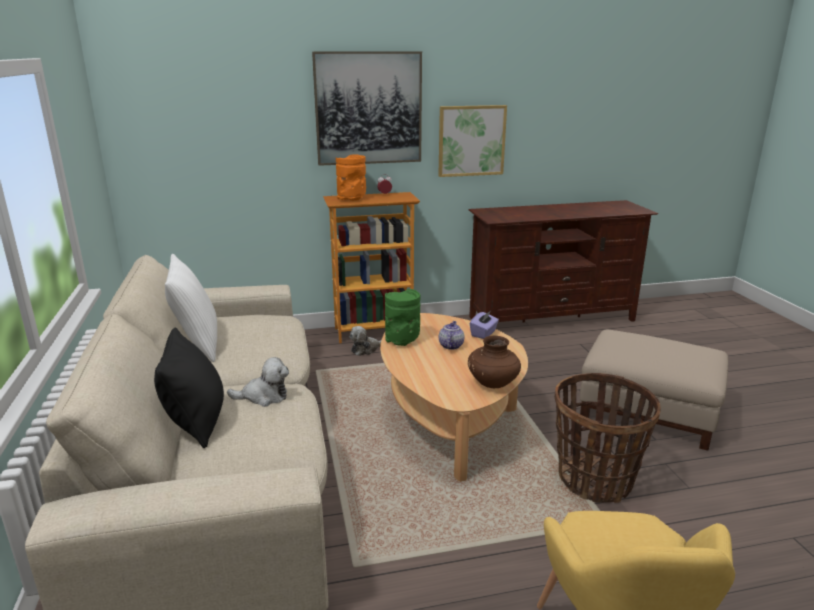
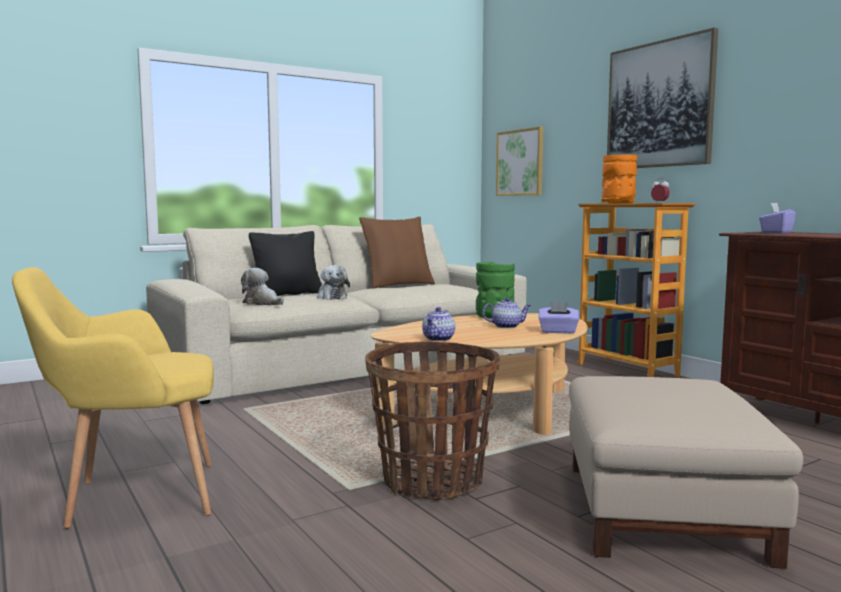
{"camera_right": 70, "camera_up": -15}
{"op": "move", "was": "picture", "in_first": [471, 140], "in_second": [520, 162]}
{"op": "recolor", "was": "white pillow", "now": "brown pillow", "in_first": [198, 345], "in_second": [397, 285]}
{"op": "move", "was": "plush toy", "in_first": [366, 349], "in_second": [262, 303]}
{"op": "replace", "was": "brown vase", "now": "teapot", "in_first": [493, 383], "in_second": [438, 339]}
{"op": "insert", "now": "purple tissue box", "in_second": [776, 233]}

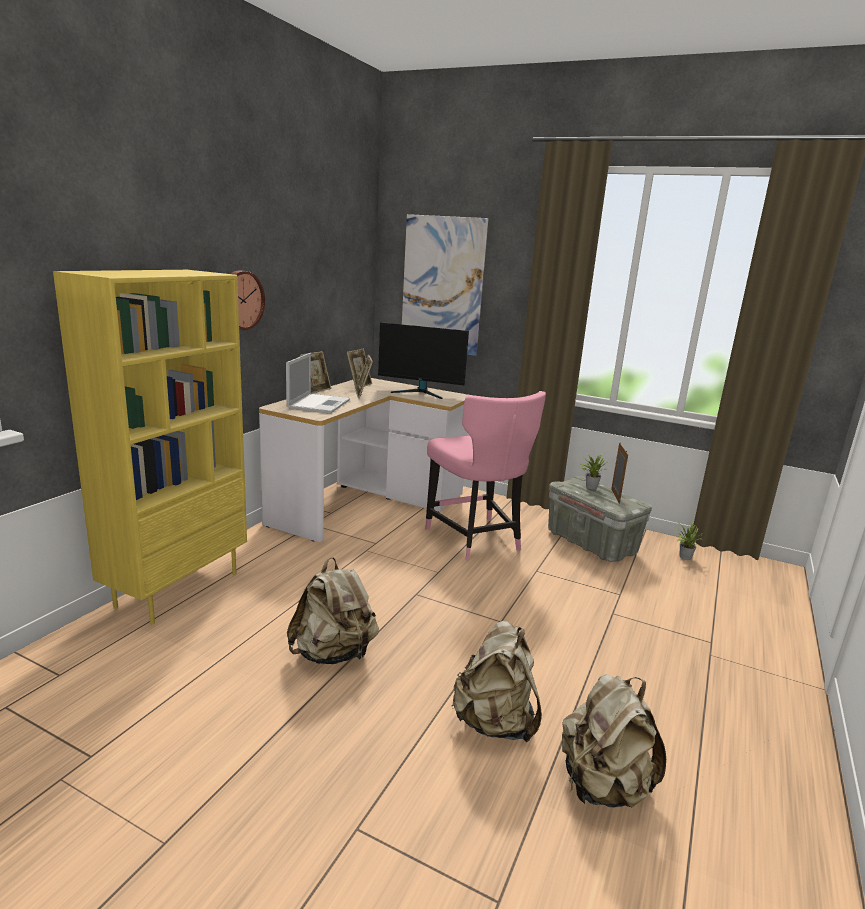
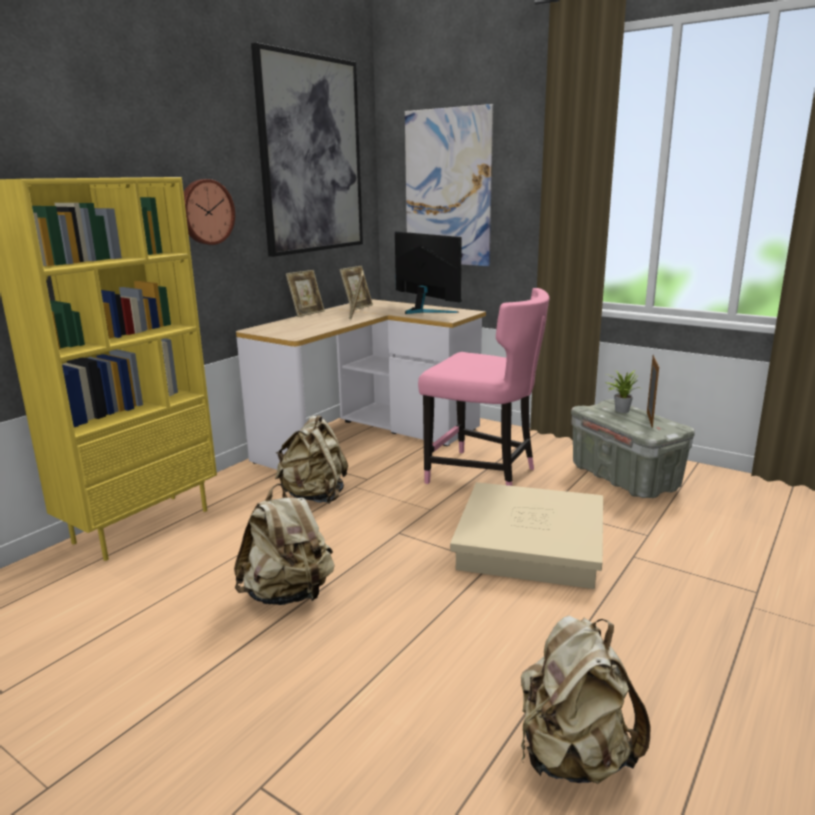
{"camera_right": 10, "camera_up": 0}
{"op": "rotate", "was": "monitor", "in_first": [420, 392], "in_second": [424, 310], "clockwise": -150}
{"op": "delete", "was": "laptop", "in_first": [319, 404]}
{"op": "rotate", "was": "pink chair", "in_first": [475, 539], "in_second": [483, 474], "clockwise": -45}
{"op": "delete", "was": "potted plant", "in_first": [683, 557]}
{"op": "move", "was": "beige backpack", "in_first": [494, 722], "in_second": [314, 496]}
{"op": "insert", "now": "picture", "in_second": [311, 156]}
{"op": "insert", "now": "beige storage box", "in_second": [530, 544]}

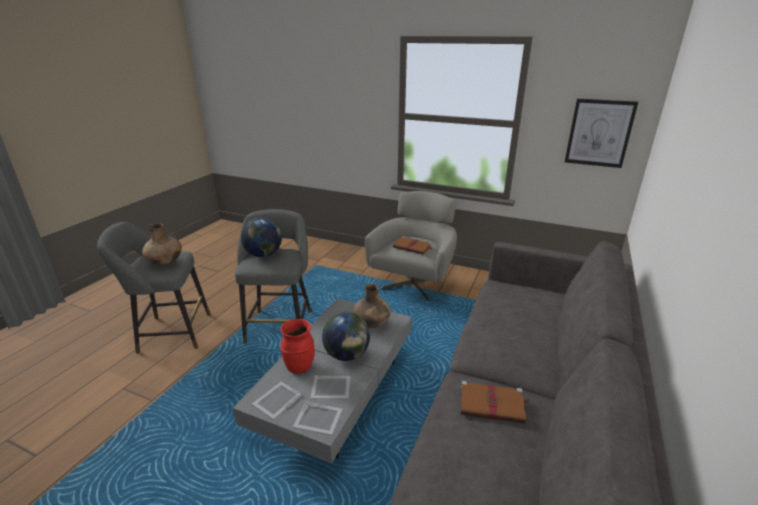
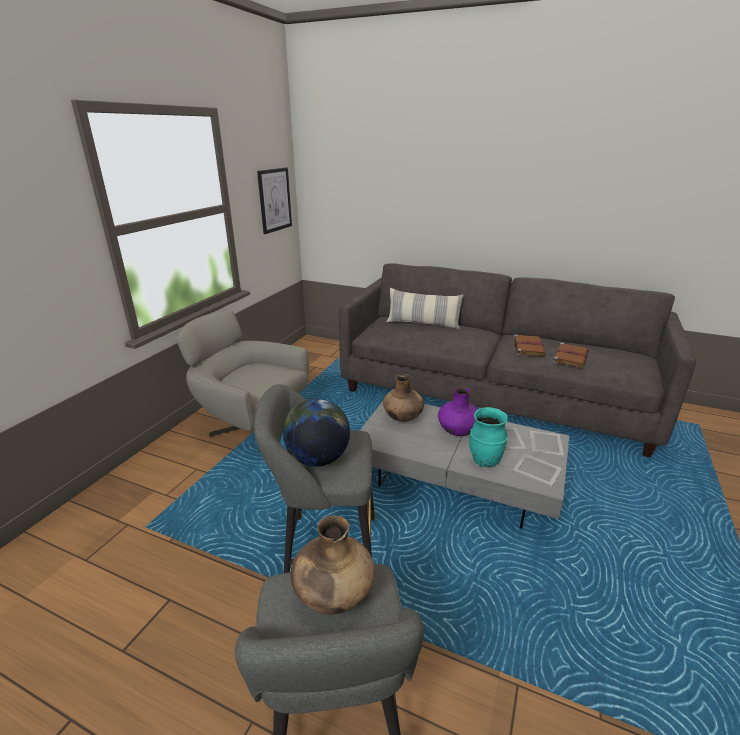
{"camera_right": -90, "camera_up": 0}
{"op": "move", "was": "brown book", "in_first": [412, 247], "in_second": [570, 356]}
{"op": "replace", "was": "globe", "now": "purple vase", "in_first": [347, 355], "in_second": [458, 431]}
{"op": "recolor", "was": "red vase", "now": "turquoise vase", "in_first": [299, 366], "in_second": [485, 460]}
{"op": "insert", "now": "pillow", "in_second": [423, 324]}

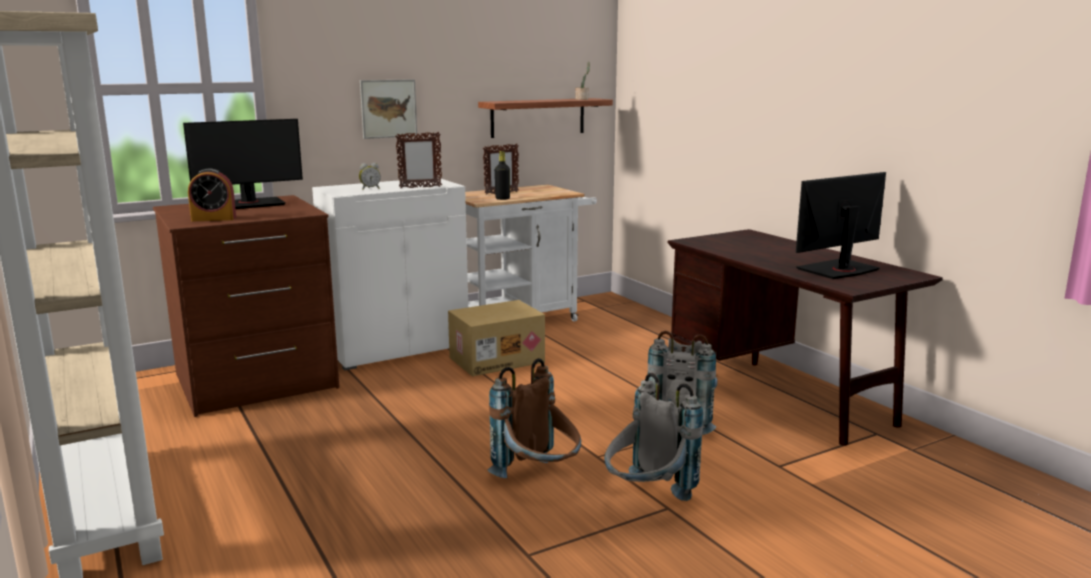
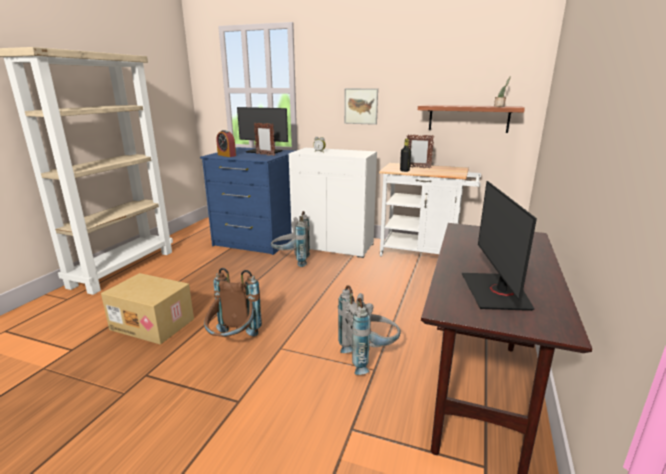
{"camera_right": 50, "camera_up": 5}
{"op": "move", "was": "picture frame", "in_first": [420, 187], "in_second": [265, 155]}
{"op": "rotate", "was": "monitor", "in_first": [838, 270], "in_second": [496, 292], "clockwise": -105}
{"op": "recolor", "was": "brown dresser", "now": "blue dresser", "in_first": [256, 382], "in_second": [257, 240]}
{"op": "move", "was": "cardboard box", "in_first": [497, 359], "in_second": [154, 324]}
{"op": "move", "was": "grey backpack", "in_first": [647, 499], "in_second": [291, 261]}

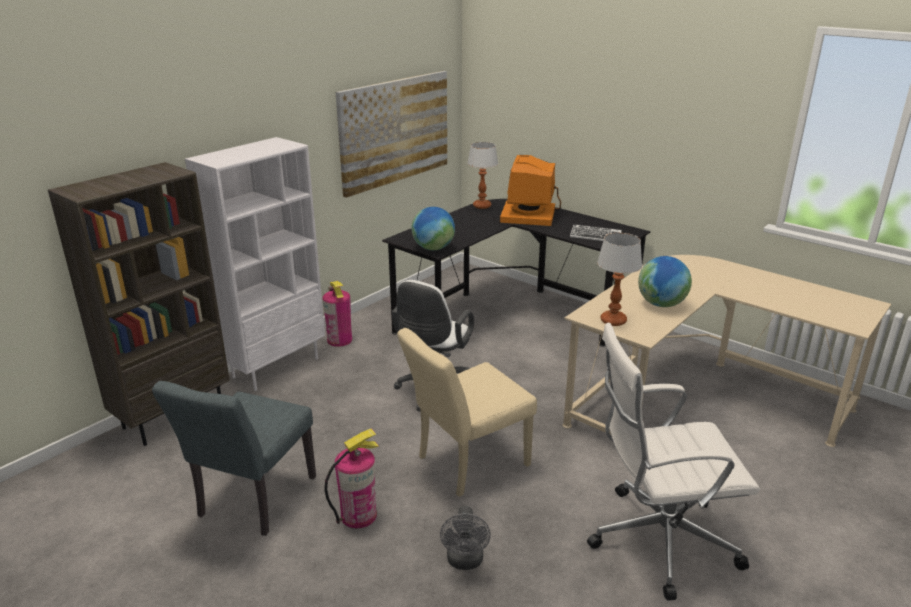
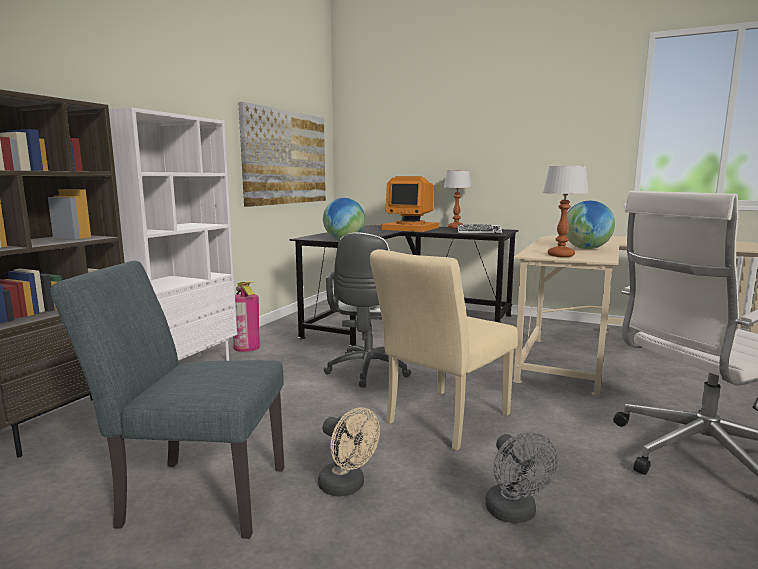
{"camera_right": -15, "camera_up": -15}
{"op": "move", "was": "table lamp", "in_first": [482, 206], "in_second": [456, 228]}
{"op": "rotate", "was": "monitor", "in_first": [529, 215], "in_second": [411, 228], "clockwise": -60}
{"op": "rotate", "was": "grey chair", "in_first": [252, 502], "in_second": [193, 495], "clockwise": 90}
{"op": "replace", "was": "fire extinguisher", "now": "beige fan", "in_first": [358, 515], "in_second": [347, 487]}

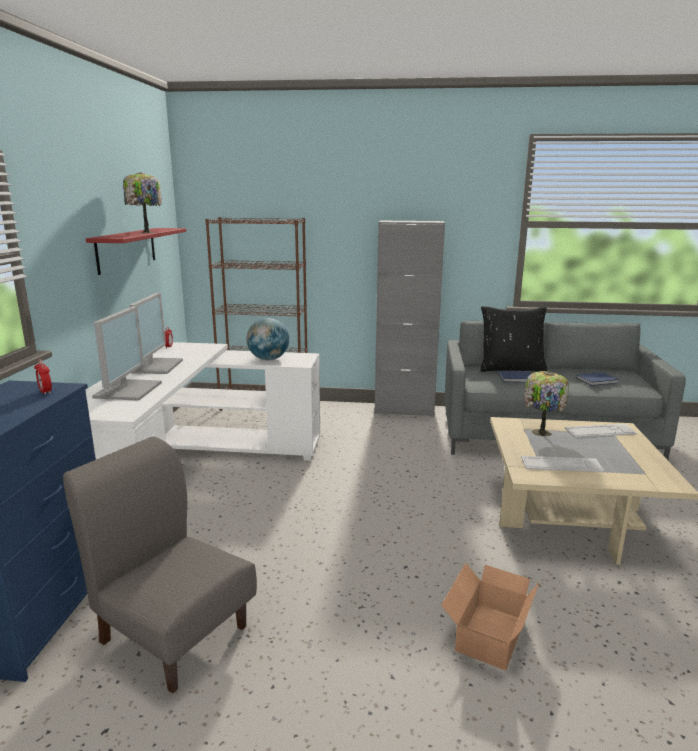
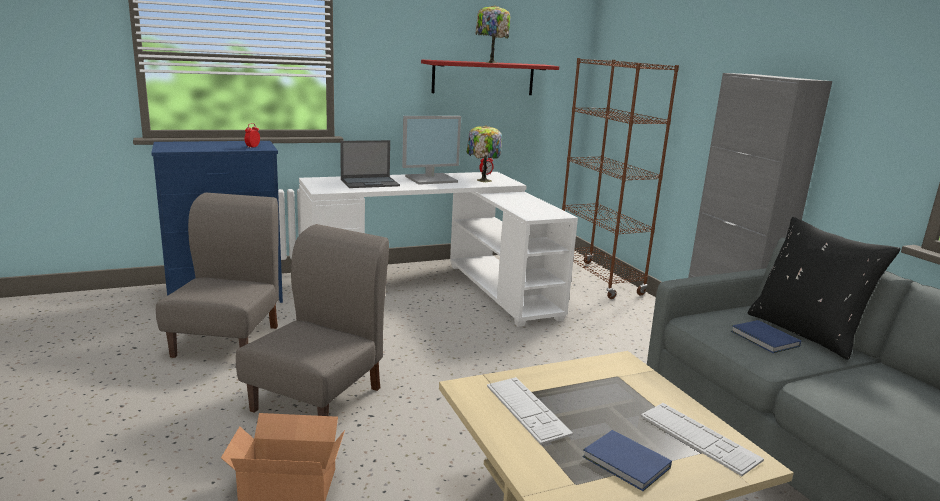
{"camera_right": 60, "camera_up": 0}
{"op": "replace", "was": "monitor", "now": "laptop", "in_first": [128, 390], "in_second": [370, 183]}
{"op": "delete", "was": "globe", "in_first": [268, 359]}
{"op": "move", "was": "table lamp", "in_first": [540, 433], "in_second": [482, 180]}
{"op": "move", "was": "blue book", "in_first": [598, 380], "in_second": [627, 464]}
{"op": "insert", "now": "grey chair", "in_second": [319, 398]}

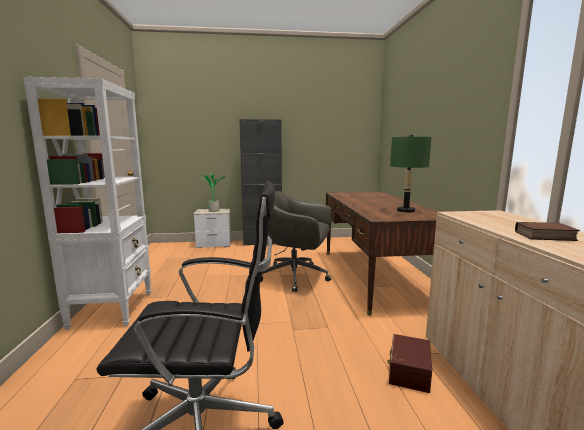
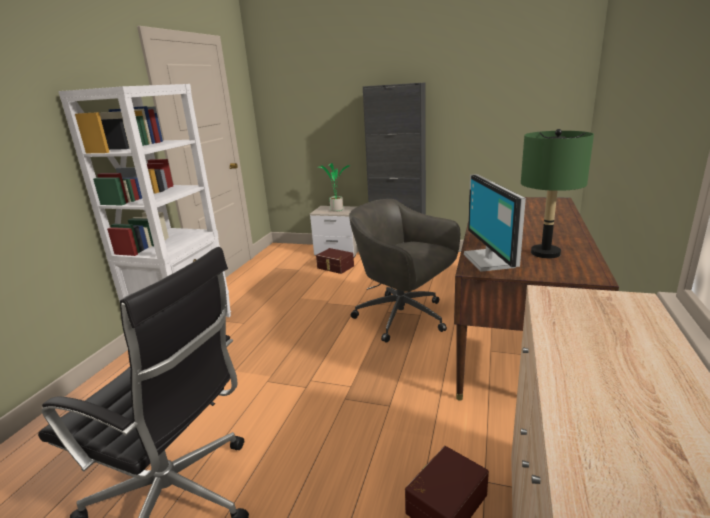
{"camera_right": 25, "camera_up": 10}
{"op": "delete", "was": "book", "in_first": [544, 236]}
{"op": "insert", "now": "monitor", "in_second": [490, 260]}
{"op": "insert", "now": "brown storage box", "in_second": [335, 267]}

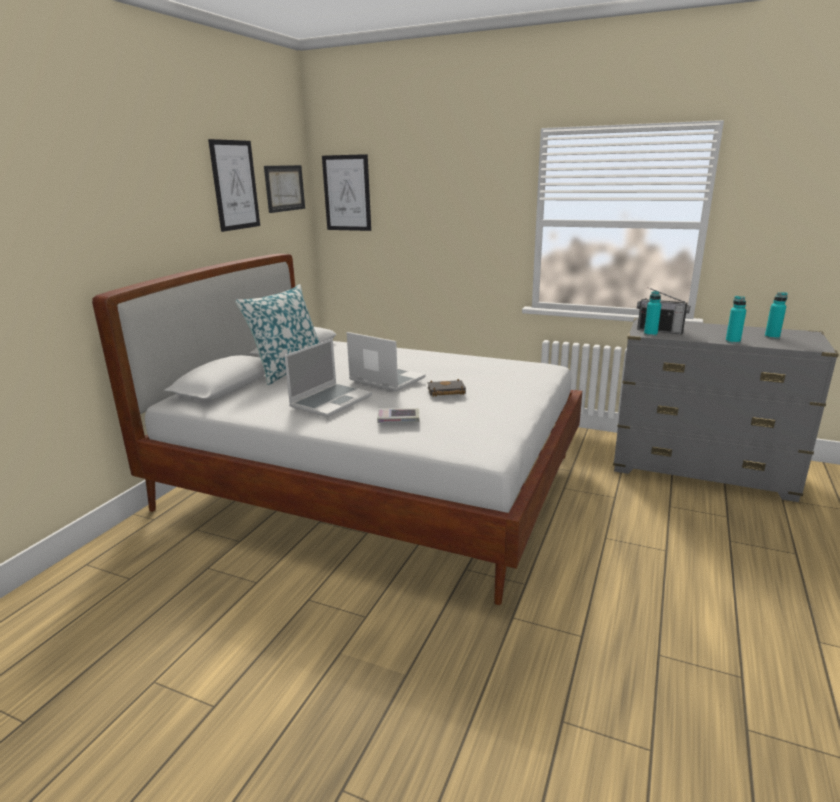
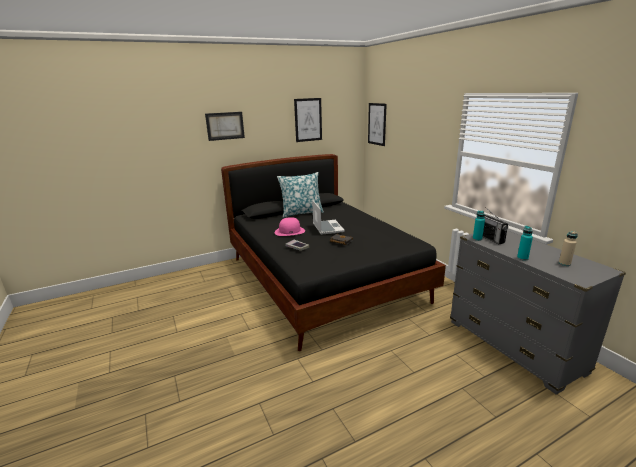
{"camera_right": 40, "camera_up": 0}
{"op": "move", "was": "picture", "in_first": [284, 188], "in_second": [225, 126]}
{"op": "recolor", "was": "white bed", "now": "black bed", "in_first": [374, 483], "in_second": [322, 279]}
{"op": "recolor", "was": "turquoise bottle", "now": "beige bottle", "in_first": [772, 337], "in_second": [564, 264]}
{"op": "replace", "was": "laptop", "now": "pink hat", "in_first": [331, 401], "in_second": [290, 231]}

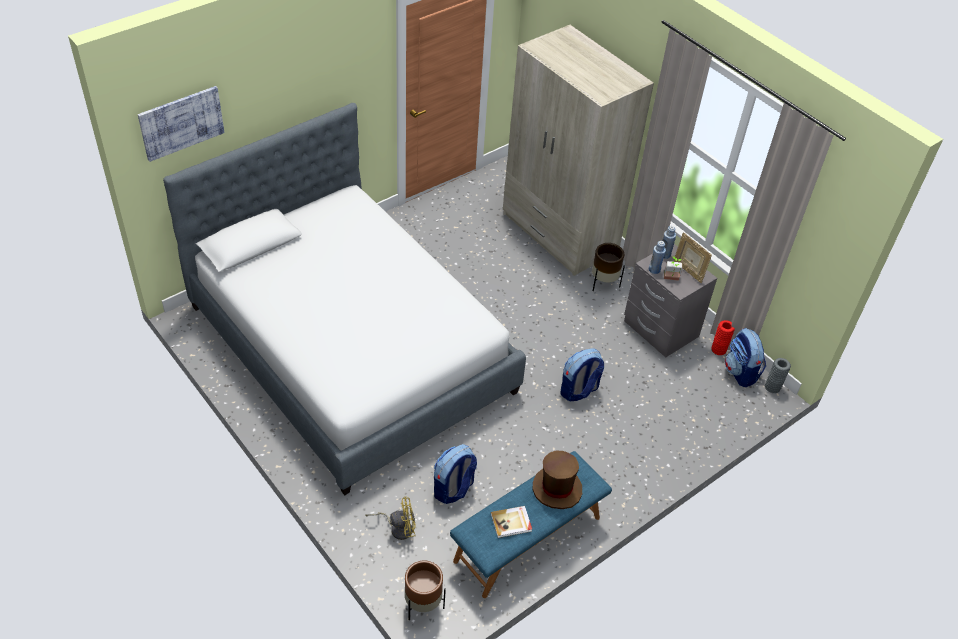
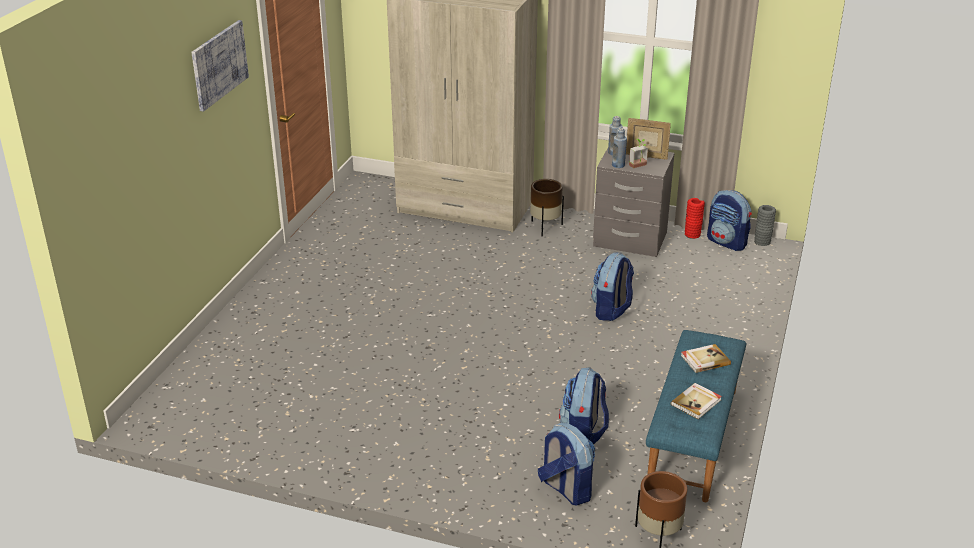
{"camera_right": -30, "camera_up": -15}
{"op": "move", "was": "picture", "in_first": [181, 122], "in_second": [219, 64]}
{"op": "delete", "was": "bed", "in_first": [351, 348]}
{"op": "replace", "was": "brown hat", "now": "book", "in_first": [556, 488], "in_second": [704, 360]}
{"op": "replace", "was": "yellow fan", "now": "backpack", "in_first": [398, 528], "in_second": [565, 489]}

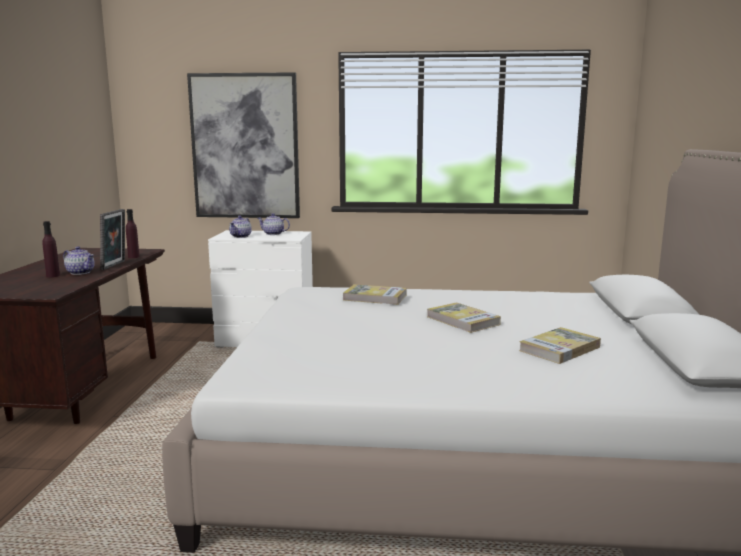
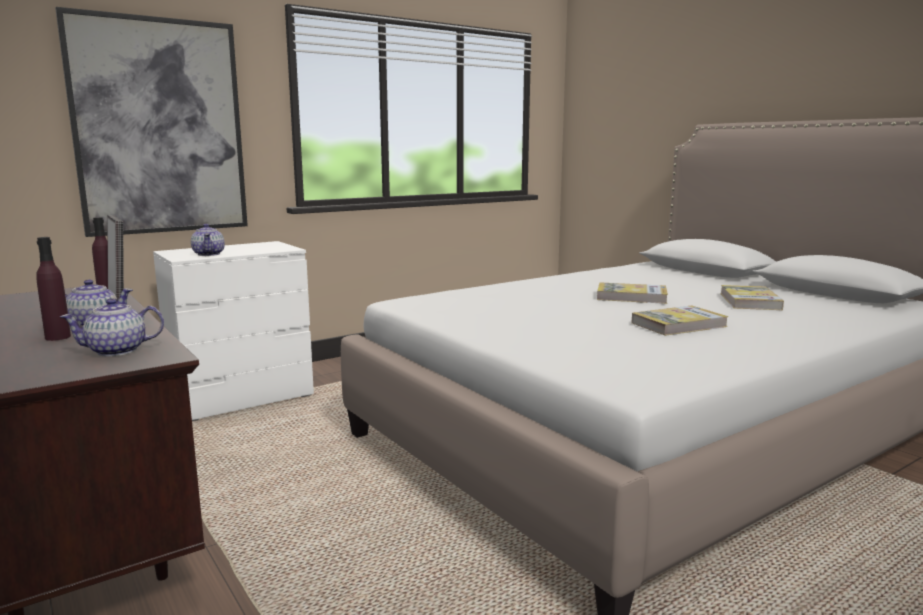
{"camera_right": -40, "camera_up": 0}
{"op": "move", "was": "teapot", "in_first": [273, 234], "in_second": [117, 351]}
{"op": "move", "was": "book", "in_first": [375, 297], "in_second": [678, 324]}

